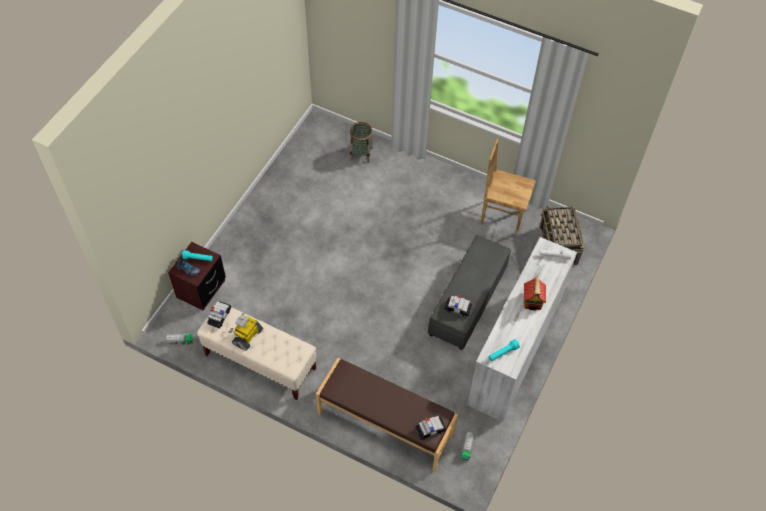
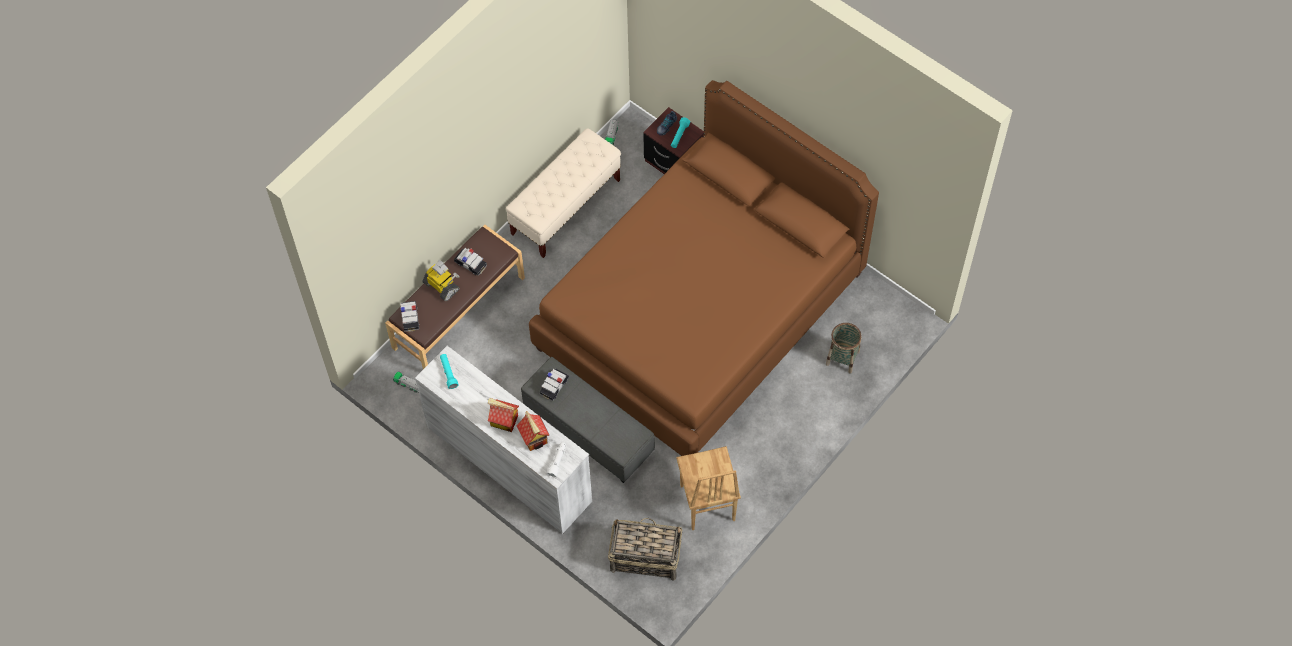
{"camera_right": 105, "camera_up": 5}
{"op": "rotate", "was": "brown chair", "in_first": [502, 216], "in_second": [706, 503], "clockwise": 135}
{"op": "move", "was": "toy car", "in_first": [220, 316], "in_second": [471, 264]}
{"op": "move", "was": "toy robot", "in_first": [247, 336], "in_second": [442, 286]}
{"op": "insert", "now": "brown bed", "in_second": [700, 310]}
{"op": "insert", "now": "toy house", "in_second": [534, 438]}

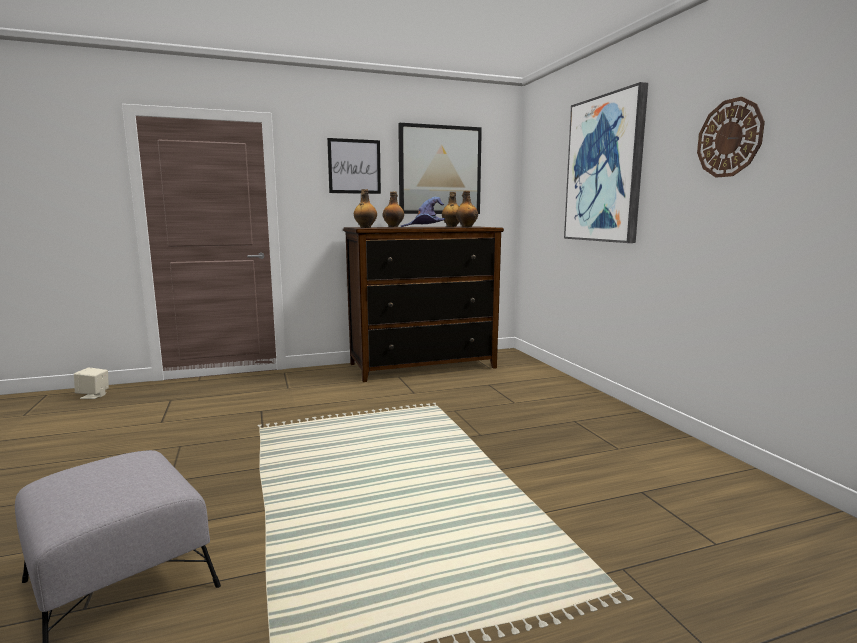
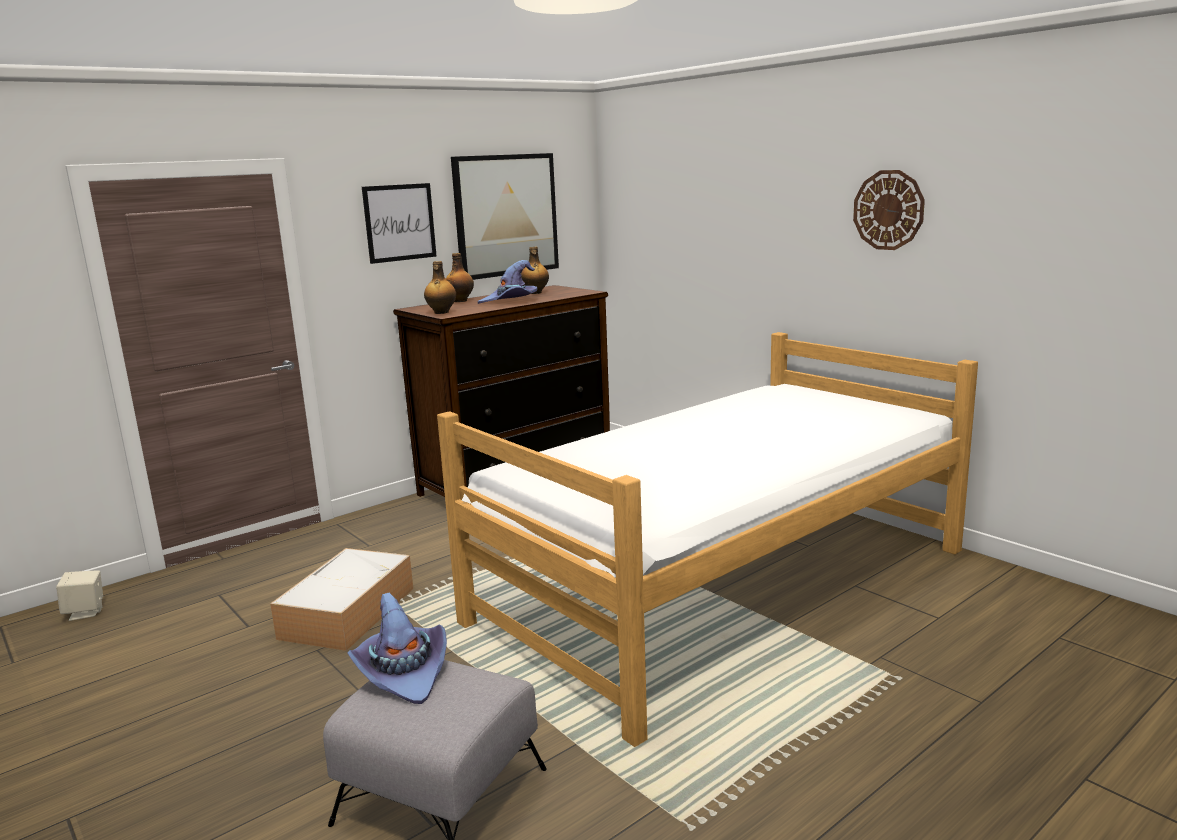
{"camera_right": -20, "camera_up": 5}
{"op": "delete", "was": "picture", "in_first": [604, 170]}
{"op": "delete", "was": "bottle", "in_first": [466, 227]}
{"op": "insert", "now": "bed", "in_second": [725, 585]}
{"op": "insert", "now": "storage box", "in_second": [349, 611]}
{"op": "insert", "now": "purple hat", "in_second": [403, 672]}

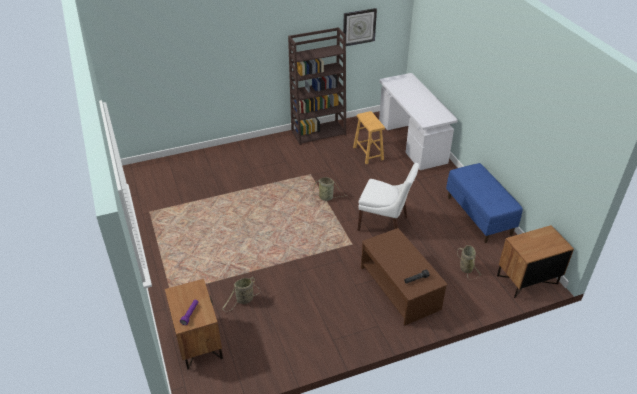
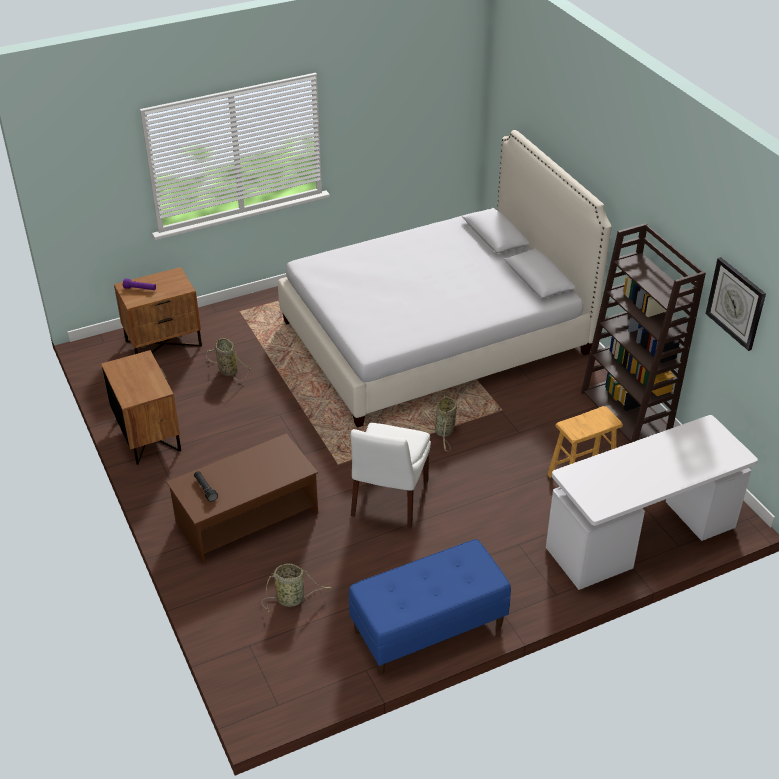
{"camera_right": 85, "camera_up": 0}
{"op": "move", "was": "brown nightstand", "in_first": [527, 280], "in_second": [147, 435]}
{"op": "insert", "now": "white bed", "in_second": [435, 336]}

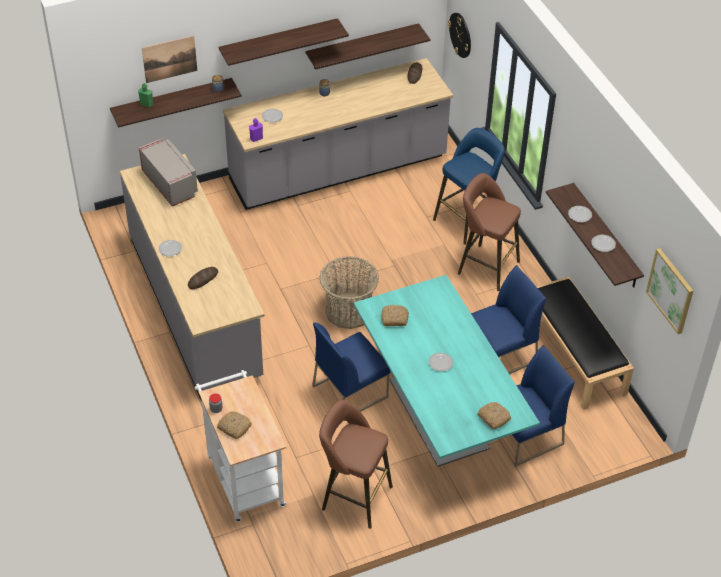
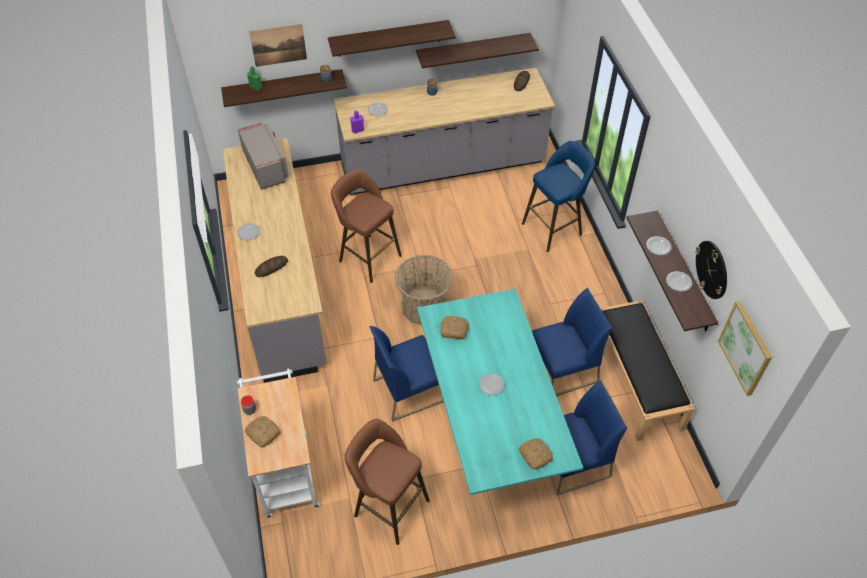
{"camera_right": 10, "camera_up": 5}
{"op": "move", "was": "wall clock", "in_first": [460, 35], "in_second": [712, 269]}
{"op": "move", "was": "brown stool", "in_first": [485, 266], "in_second": [367, 257]}

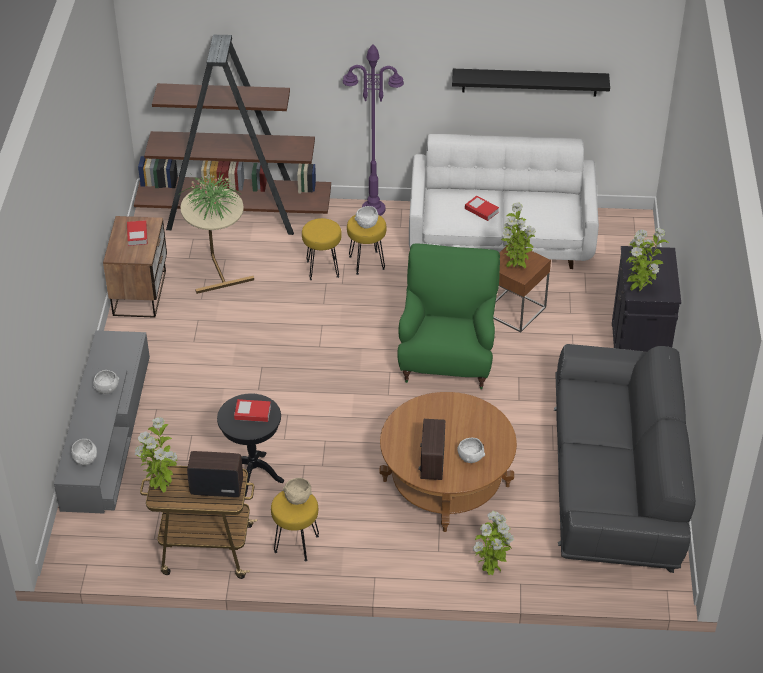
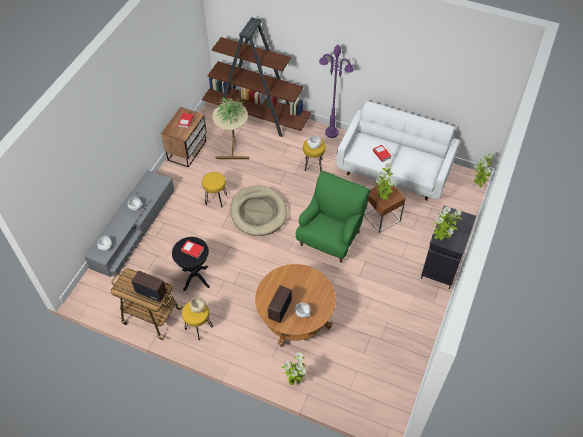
{"camera_right": 20, "camera_up": 10}
{"op": "delete", "was": "black shelf", "in_first": [529, 82]}
{"op": "move", "was": "yellow stool", "in_first": [323, 268], "in_second": [216, 199]}
{"op": "delete", "was": "grey sofa", "in_first": [615, 483]}
{"op": "move", "was": "potted plant", "in_first": [161, 487], "in_second": [478, 184]}
{"op": "insert", "now": "beige dog bed", "in_second": [258, 212]}

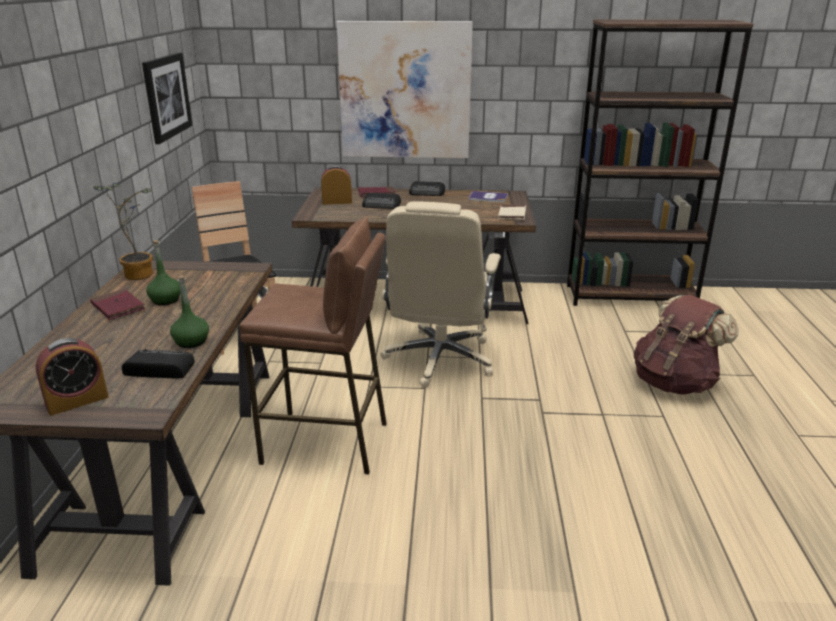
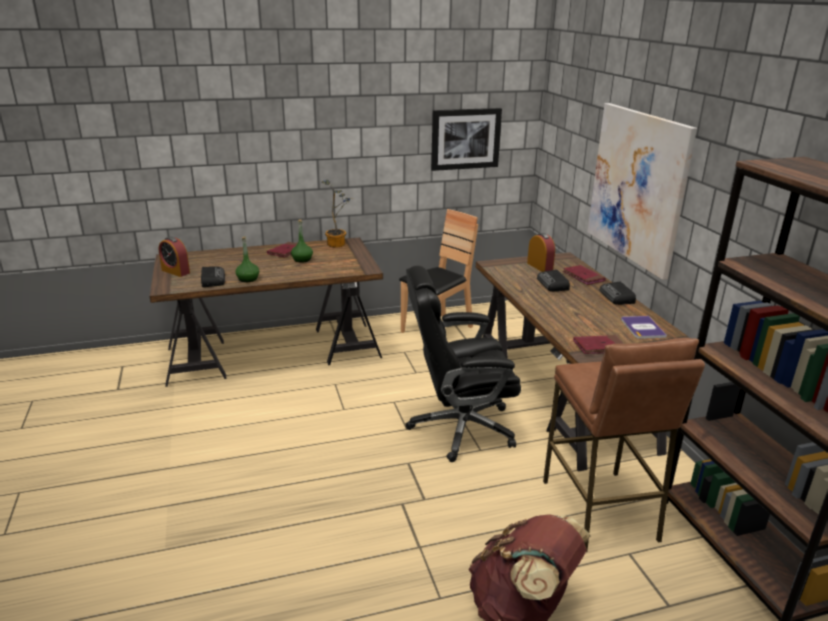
{"camera_right": 70, "camera_up": 0}
{"op": "recolor", "was": "beige office chair", "now": "black office chair", "in_first": [439, 360], "in_second": [459, 428]}
{"op": "recolor", "was": "beige book", "now": "red book", "in_first": [512, 214], "in_second": [599, 347]}
{"op": "move", "was": "brown stool", "in_first": [326, 442], "in_second": [599, 510]}

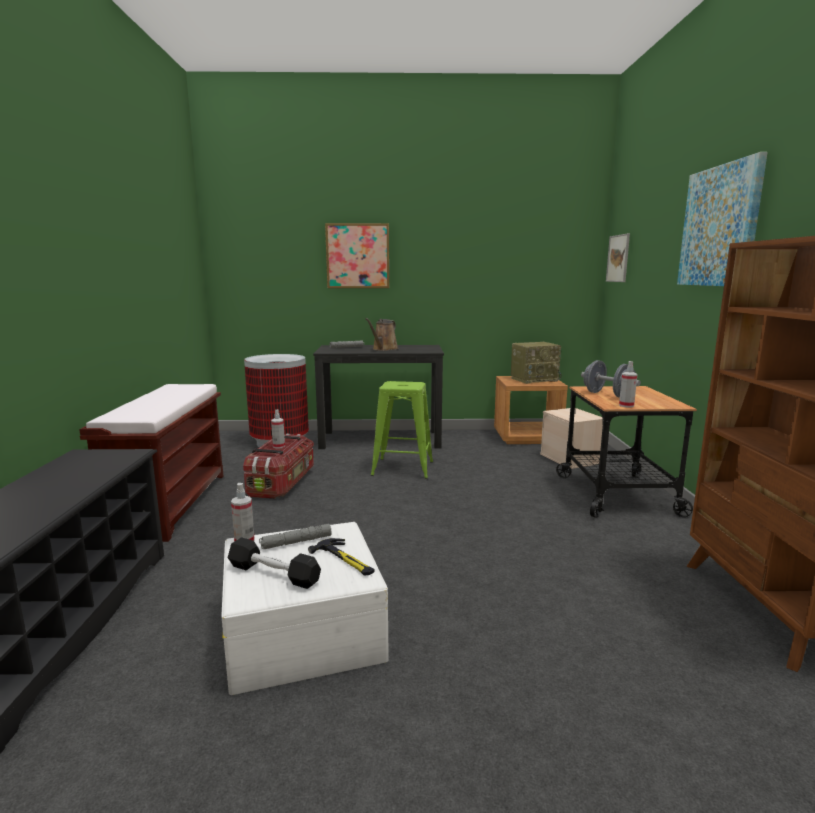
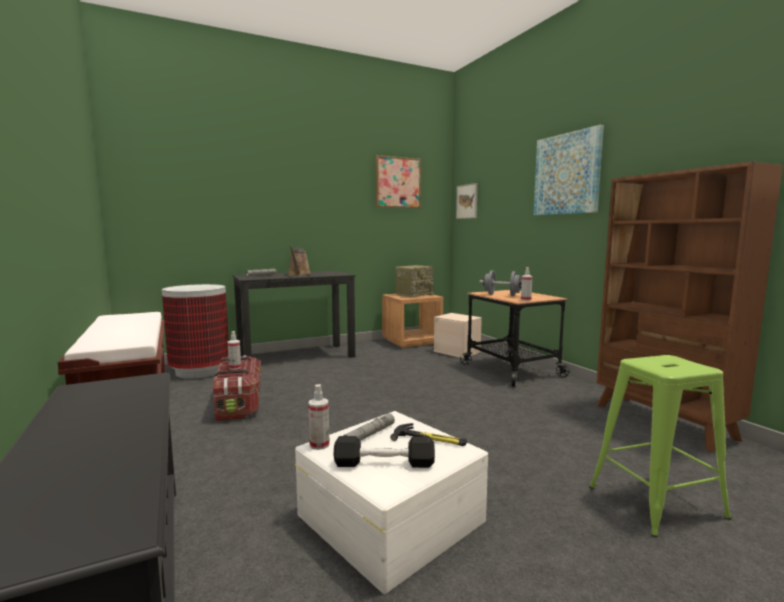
{"camera_right": -25, "camera_up": -5}
{"op": "move", "was": "picture", "in_first": [358, 256], "in_second": [397, 182]}
{"op": "move", "was": "green stool", "in_first": [403, 468], "in_second": [657, 502]}

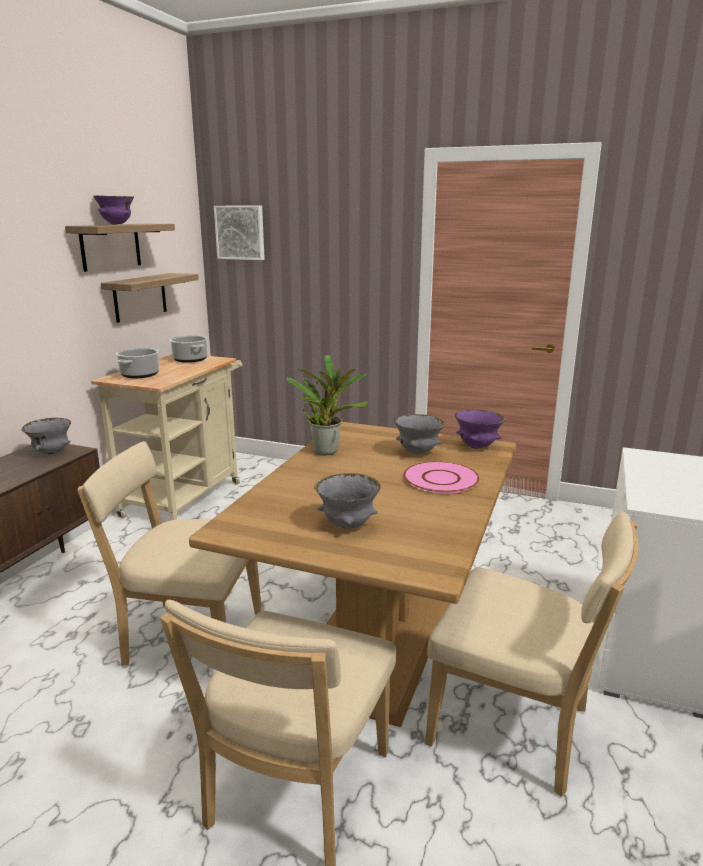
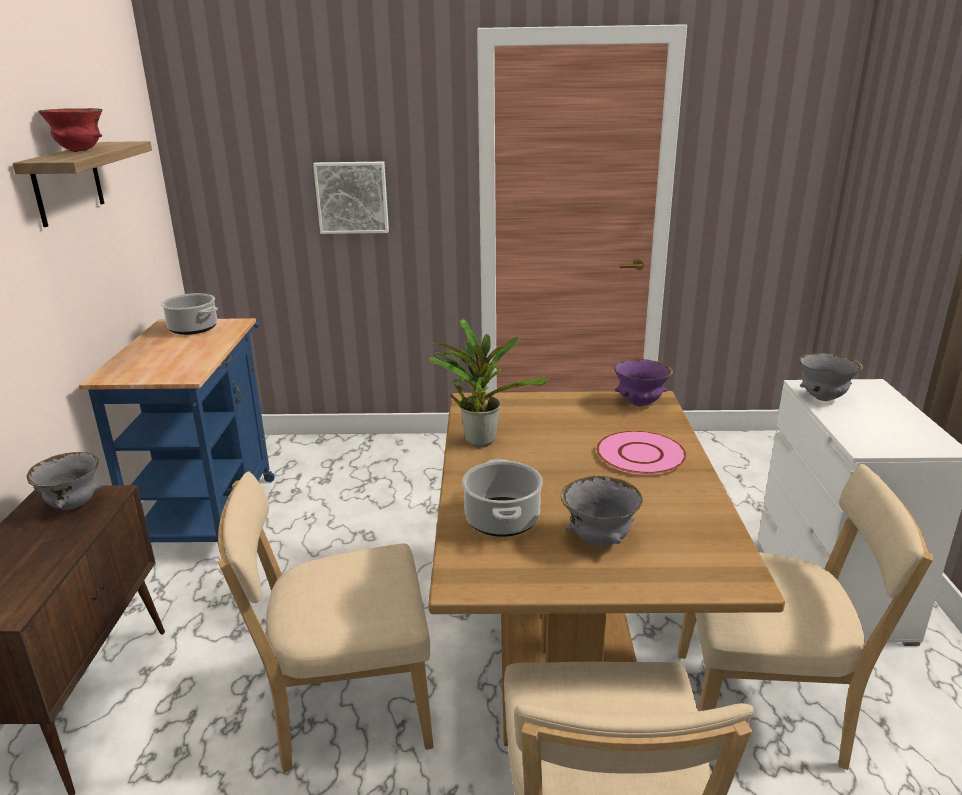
{"camera_right": -20, "camera_up": 5}
{"op": "recolor", "was": "purple bowl", "now": "red bowl", "in_first": [116, 224], "in_second": [79, 151]}
{"op": "move", "was": "picture", "in_first": [240, 232], "in_second": [352, 197]}
{"op": "delete", "was": "shelf", "in_first": [140, 297]}
{"op": "move", "was": "cooking pot", "in_first": [140, 374], "in_second": [501, 519]}
{"op": "recolor", "was": "beige cart", "now": "blue cart", "in_first": [186, 496], "in_second": [212, 512]}
{"op": "move", "was": "grey bowl", "in_first": [417, 453], "in_second": [823, 398]}

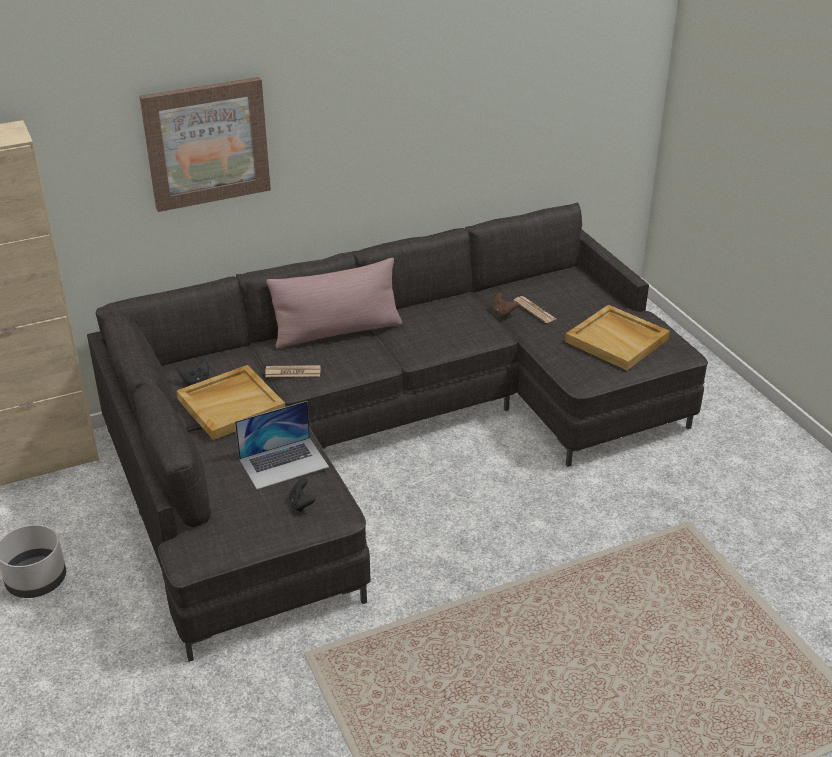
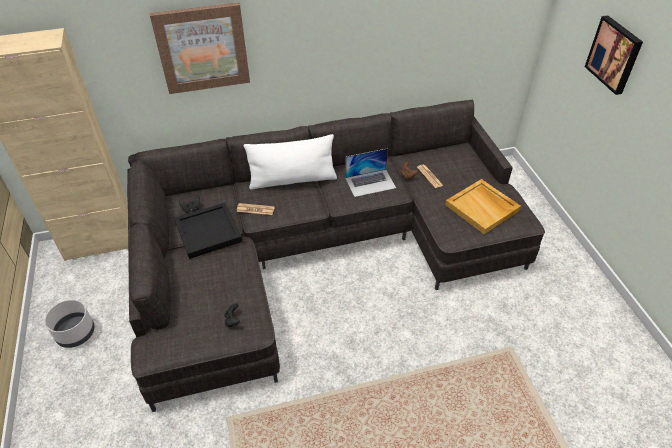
{"camera_right": 10, "camera_up": 10}
{"op": "recolor", "was": "pink pillow", "now": "white pillow", "in_first": [337, 332], "in_second": [293, 180]}
{"op": "recolor", "was": "beige tray", "now": "black tray", "in_first": [231, 405], "in_second": [208, 231]}
{"op": "move", "was": "laptop", "in_first": [284, 463], "in_second": [370, 183]}
{"op": "insert", "now": "picture", "in_second": [614, 54]}

